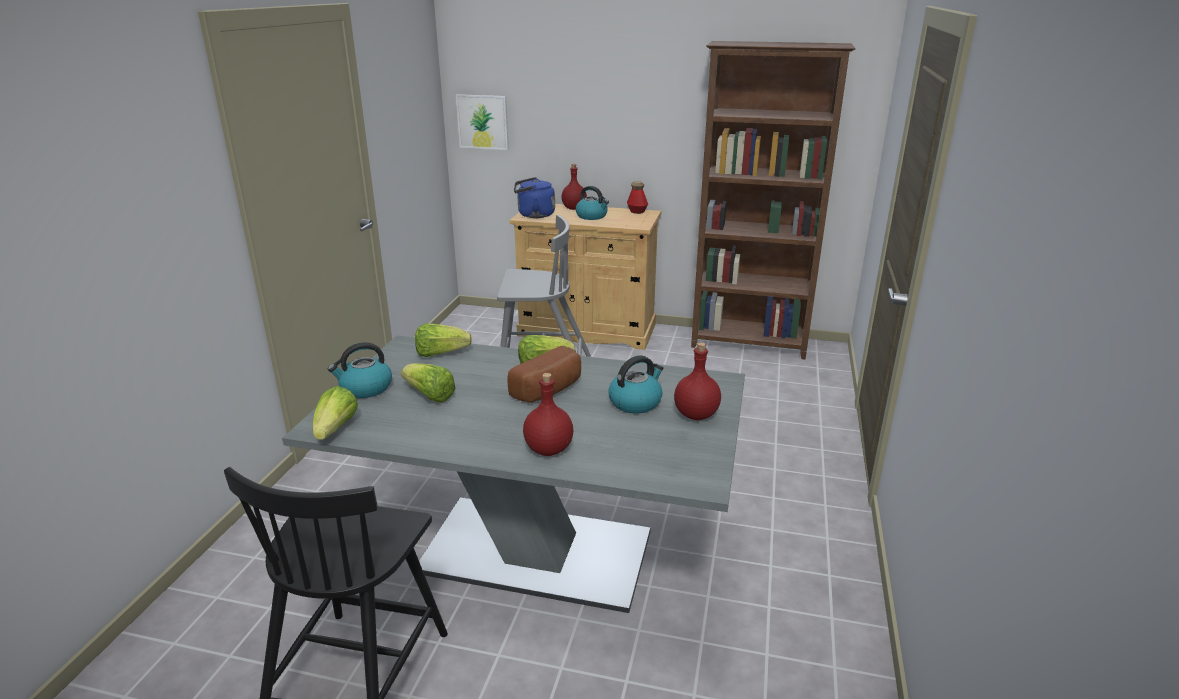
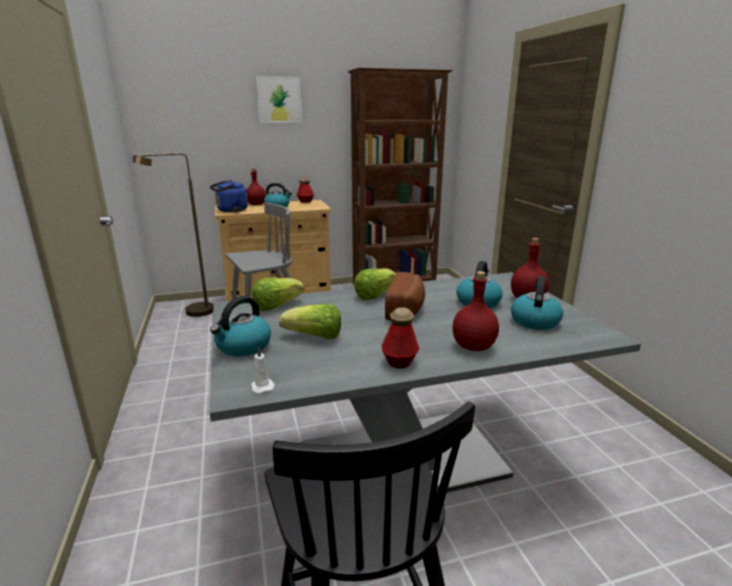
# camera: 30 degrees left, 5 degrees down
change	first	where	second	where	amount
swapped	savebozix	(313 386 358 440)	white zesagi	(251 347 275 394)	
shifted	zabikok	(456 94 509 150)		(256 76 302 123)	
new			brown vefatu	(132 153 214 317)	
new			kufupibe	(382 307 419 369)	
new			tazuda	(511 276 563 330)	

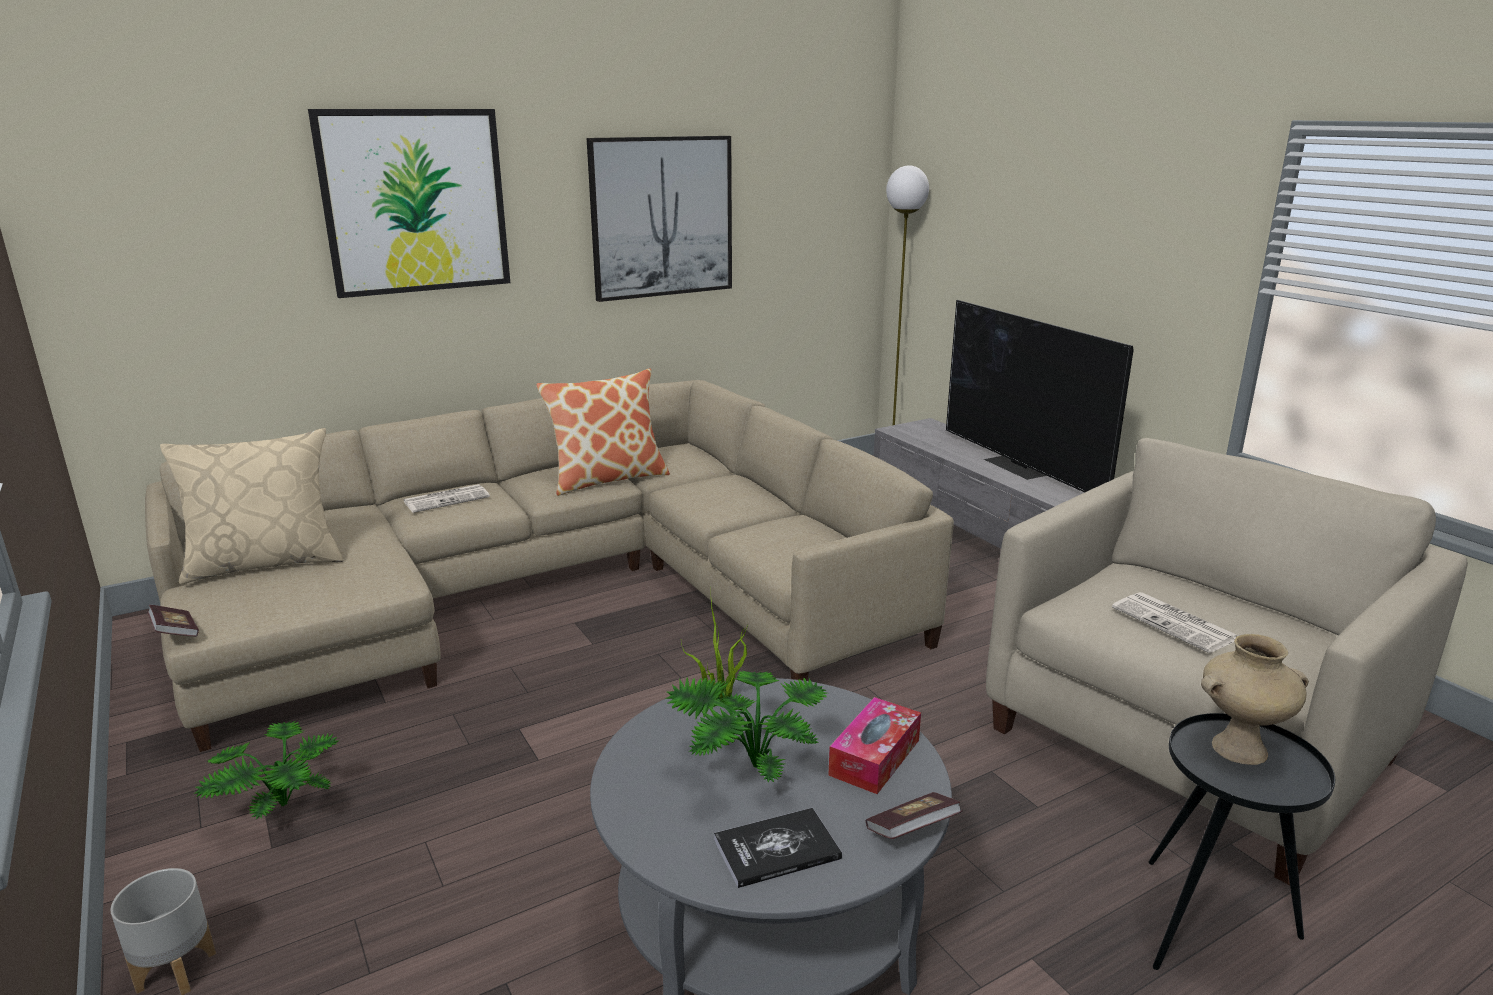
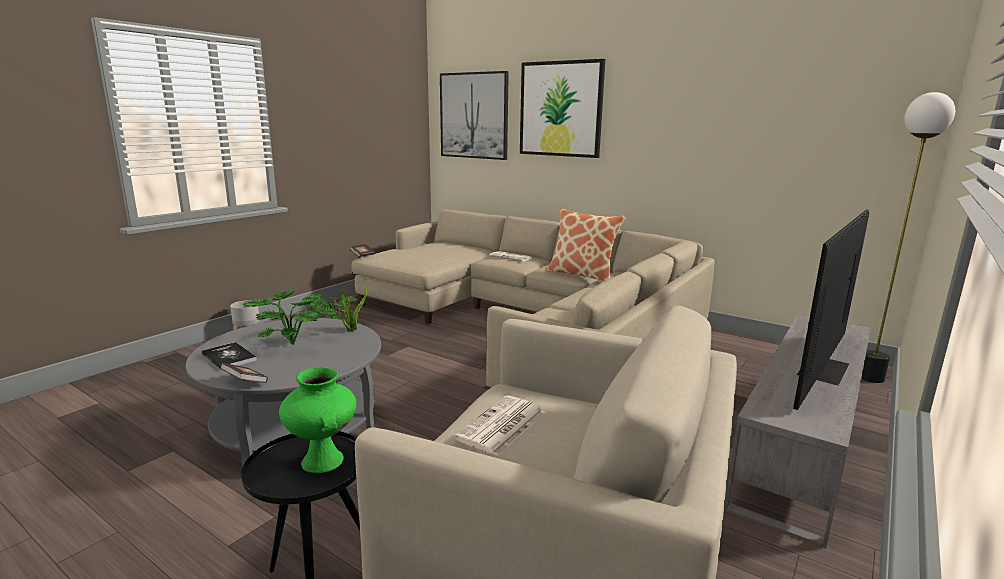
# camera: 65 degrees right, 5 degrees down
change	first	where	second	where	amount
gone	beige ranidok	(160 428 344 584)			
shifted	zabikok	(587 136 732 302)		(440 71 509 160)	
gone	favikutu	(828 697 921 794)			
repainted	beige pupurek	(1201 634 1309 765)	green pupurek	(279 367 357 473)	

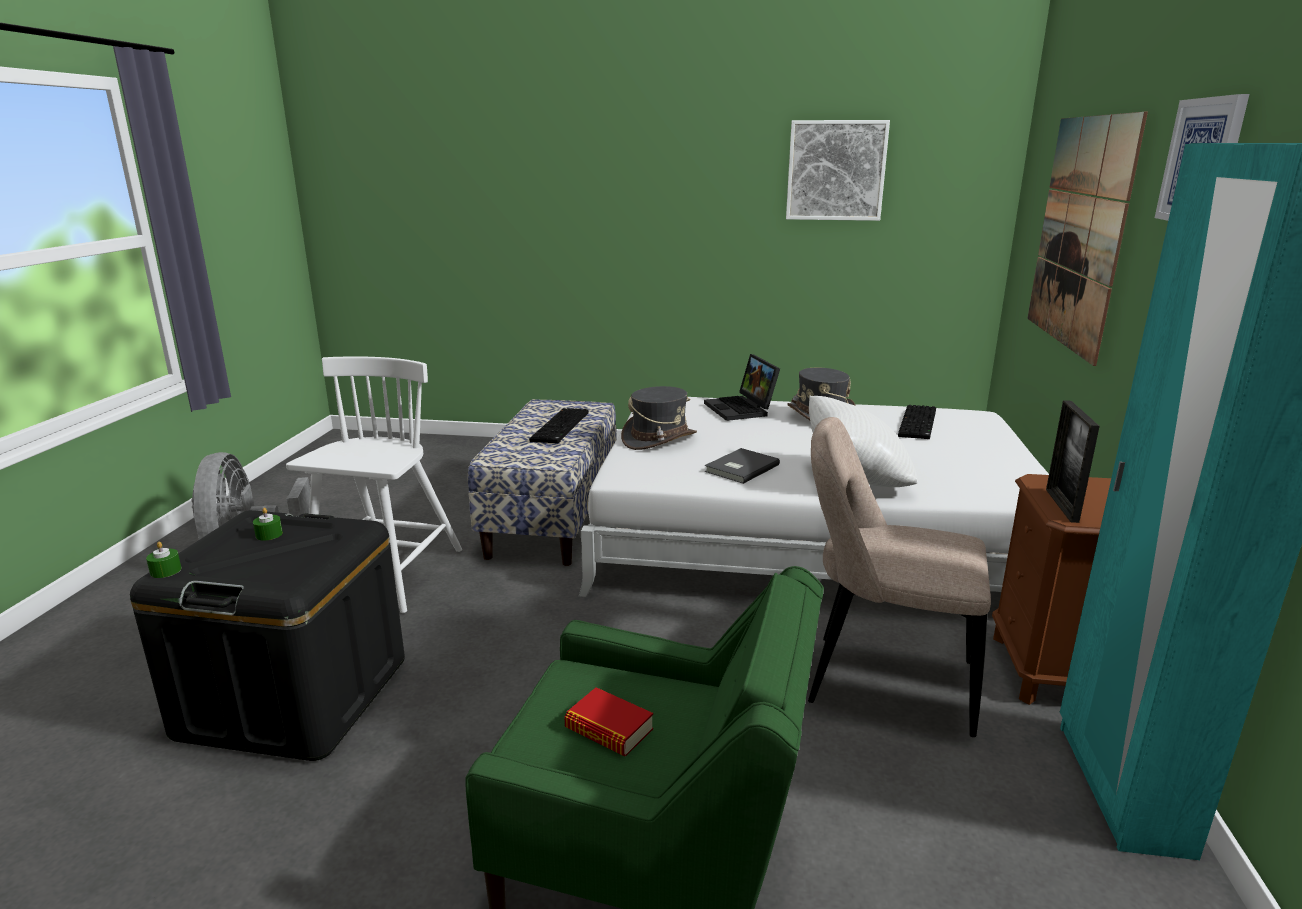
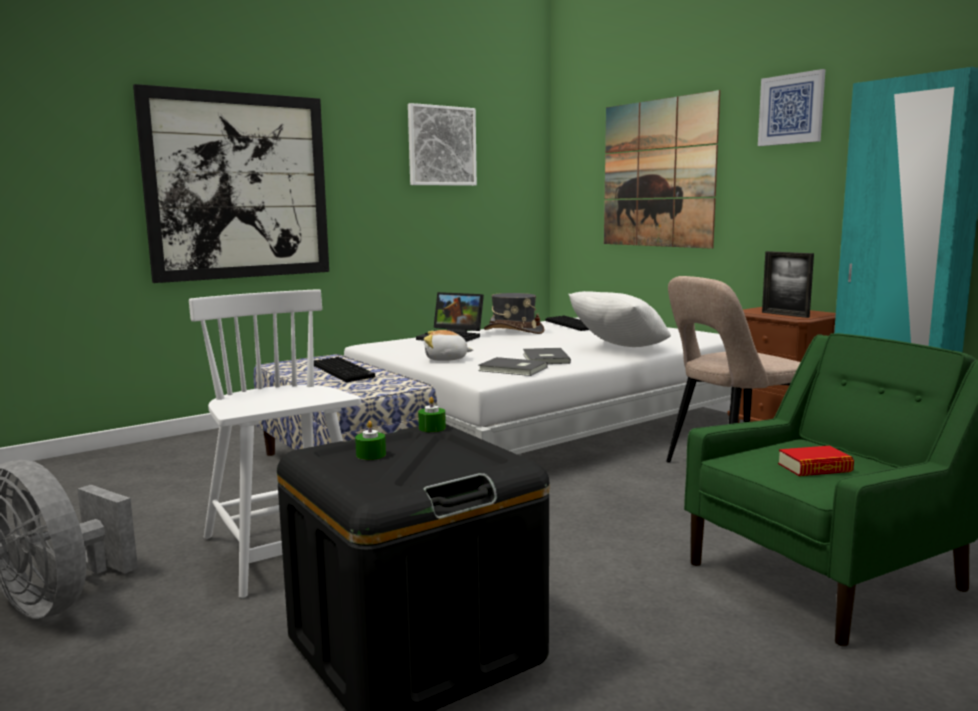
# camera: 45 degrees left, 10 degrees down
change	first	where	second	where	amount
shifted	green zesagi	(146 541 181 578)		(418 397 446 432)	
swapped	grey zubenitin	(621 386 697 450)	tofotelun	(424 330 474 361)	
new			zabikok	(133 84 329 283)	
new			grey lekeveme	(478 357 548 376)	

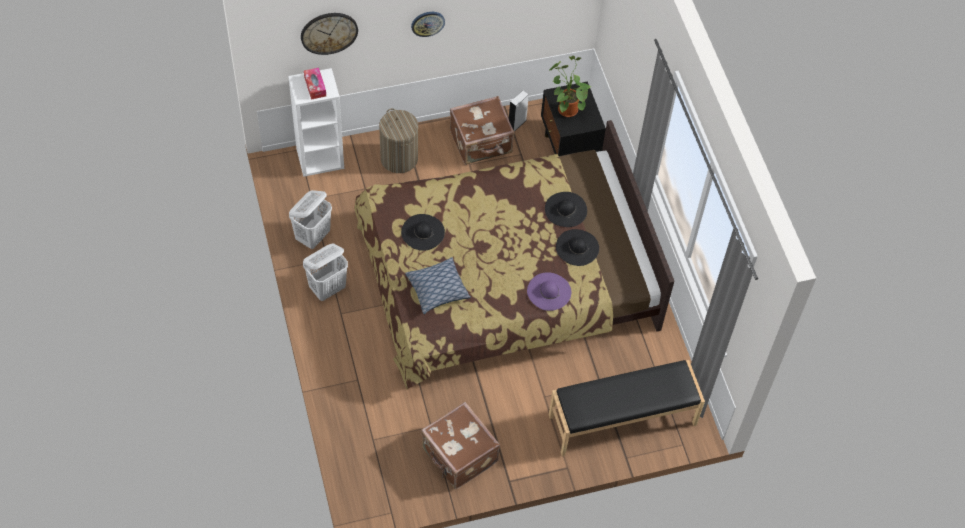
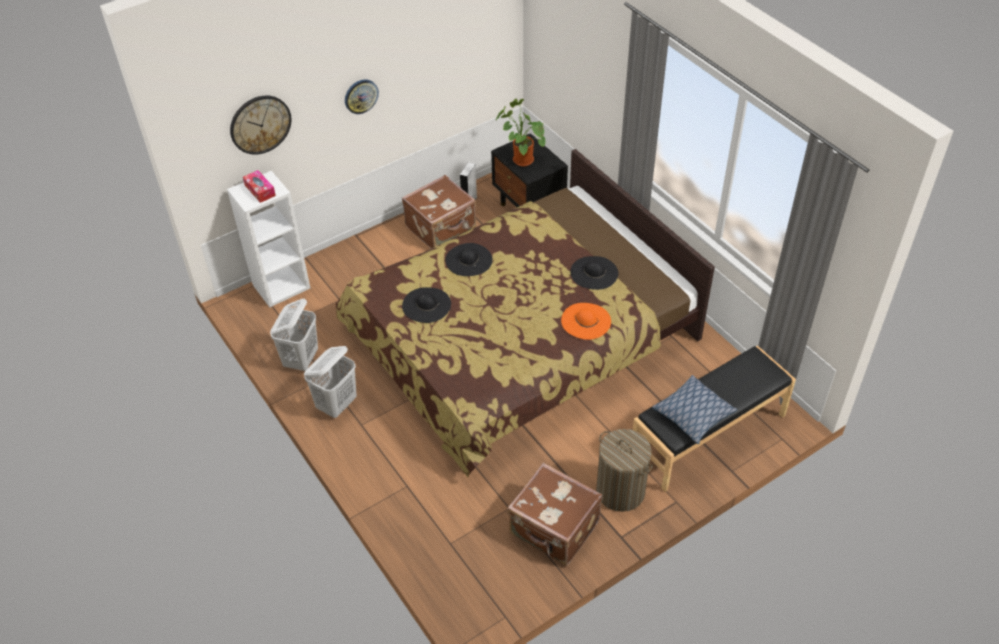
# camera: 15 degrees left, 10 degrees down
change	first	where	second	where	amount
shifted	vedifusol	(379 109 418 173)		(596 429 653 512)	
shifted	ranidok	(405 257 471 314)		(652 375 737 444)	
repainted	purple zubenitin	(527 272 571 311)	orange zubenitin	(561 303 611 340)	
shifted	black zubenitin	(545 192 587 227)		(445 243 493 276)	

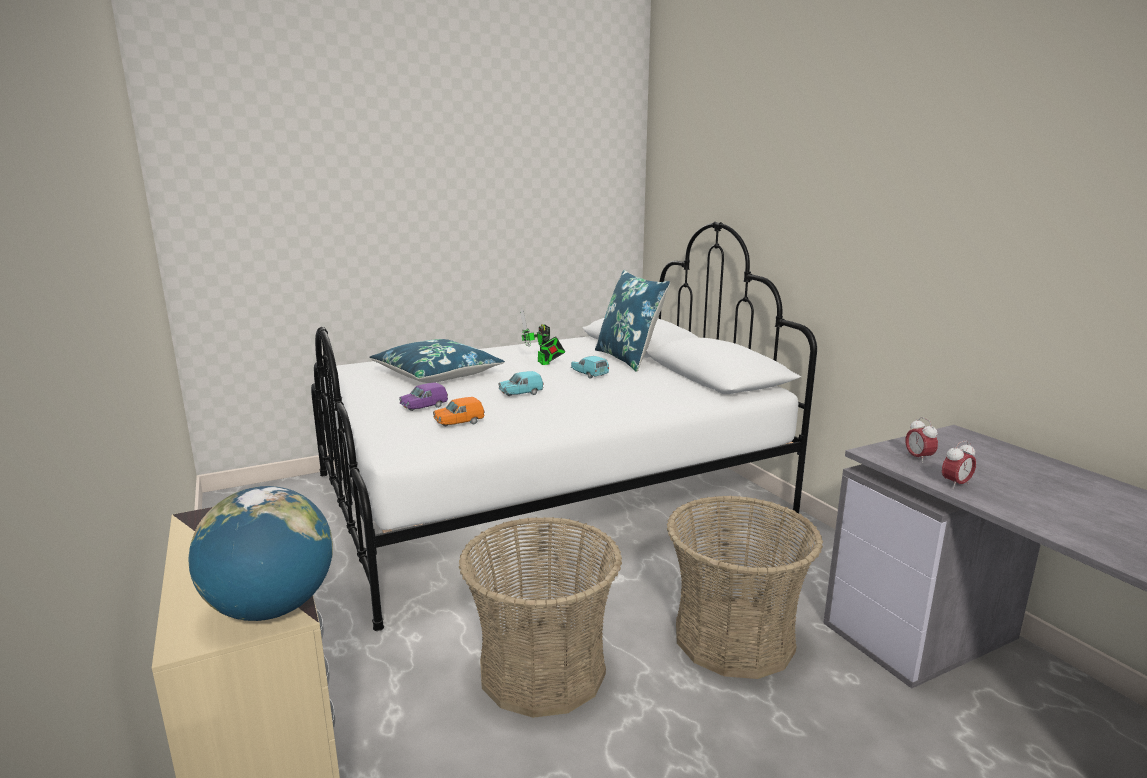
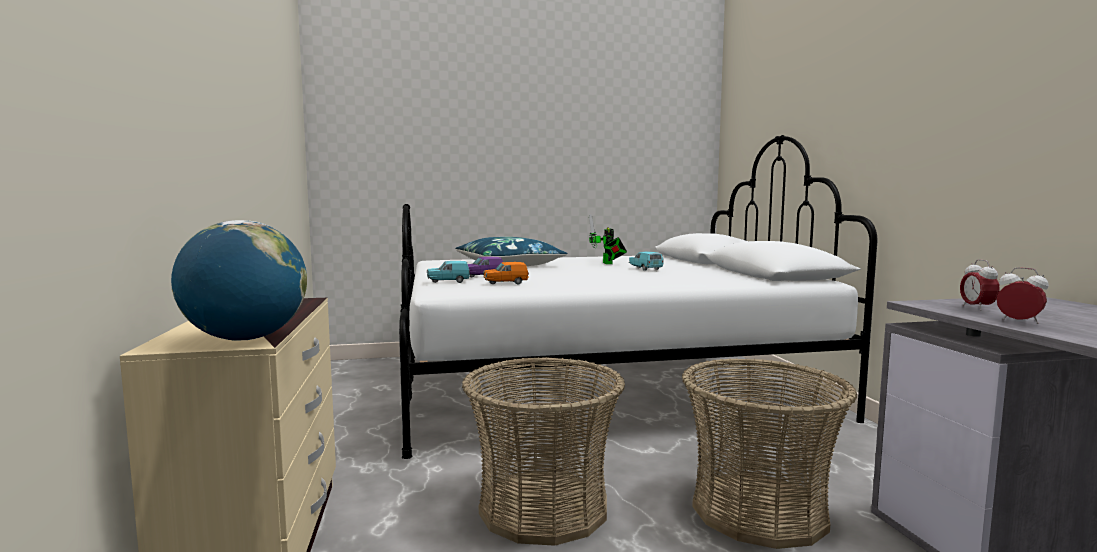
# camera: 15 degrees right, 10 degrees down
change	first	where	second	where	amount
shifted	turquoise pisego	(498 371 544 396)		(427 261 470 283)	
gone	blue ranidok	(595 270 670 372)			
rotated	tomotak	(942 441 976 489)		(997 267 1049 324)	120 degrees counterclockwise

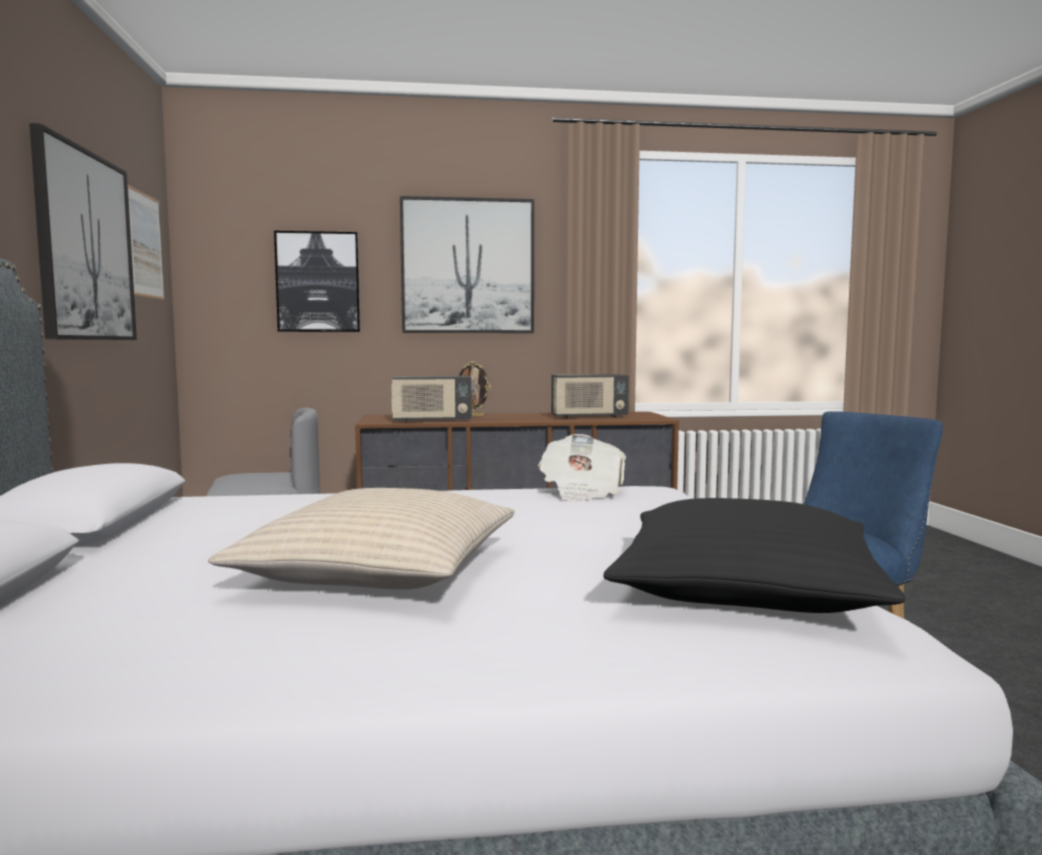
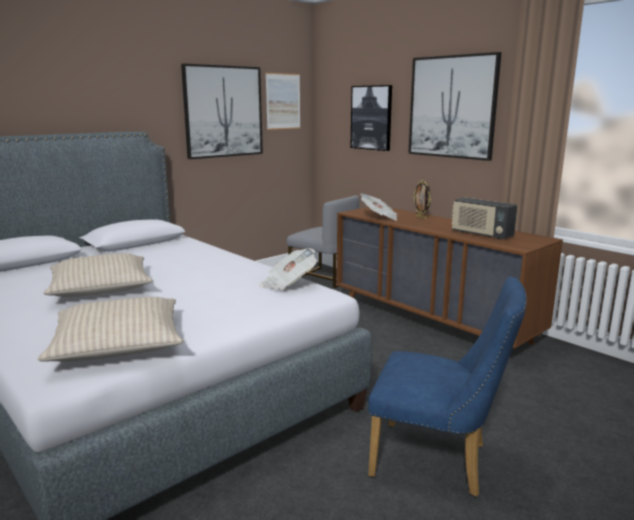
# camera: 55 degrees right, 10 degrees up
change	first	where	second	where	amount
swapped	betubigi	(391 376 472 422)	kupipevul	(360 193 397 221)	
repainted	black ranidok	(603 498 905 613)	beige ranidok	(38 297 184 362)	

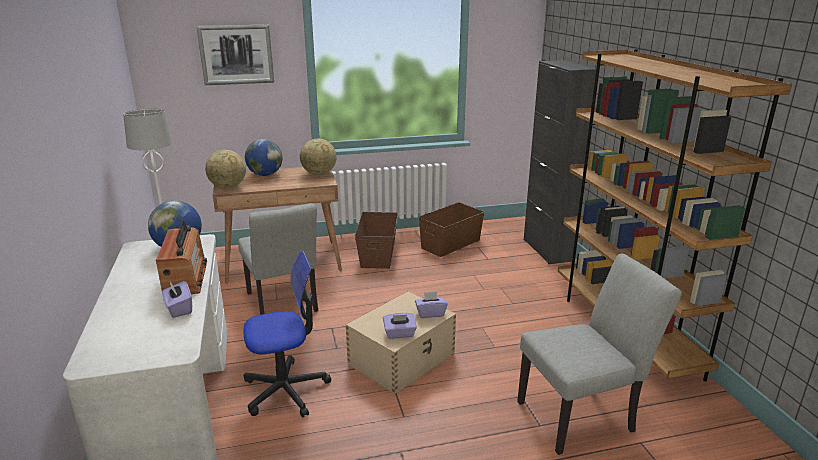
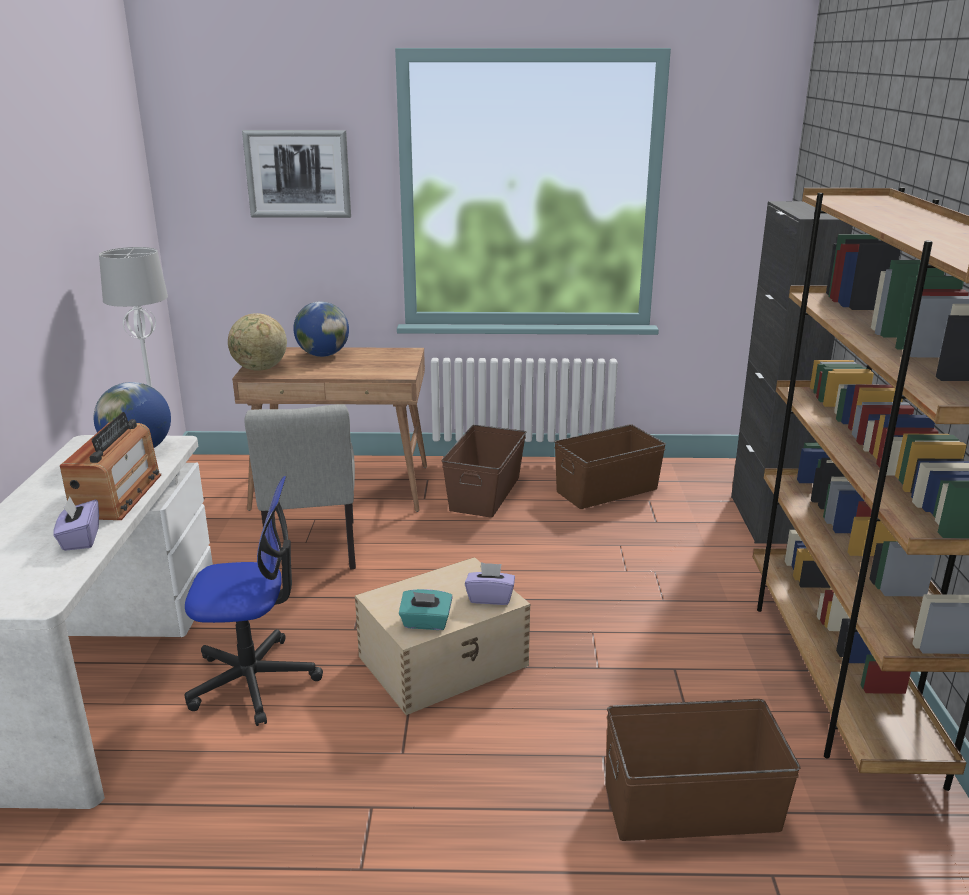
# camera: 15 degrees right, 0 degrees up
change	first	where	second	where	amount
gone	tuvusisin	(300 139 337 175)			
repainted	purple favikutu	(383 313 417 339)	turquoise favikutu	(399 589 453 630)	
swapped	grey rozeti	(517 254 682 455)	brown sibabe	(605 699 801 841)	

